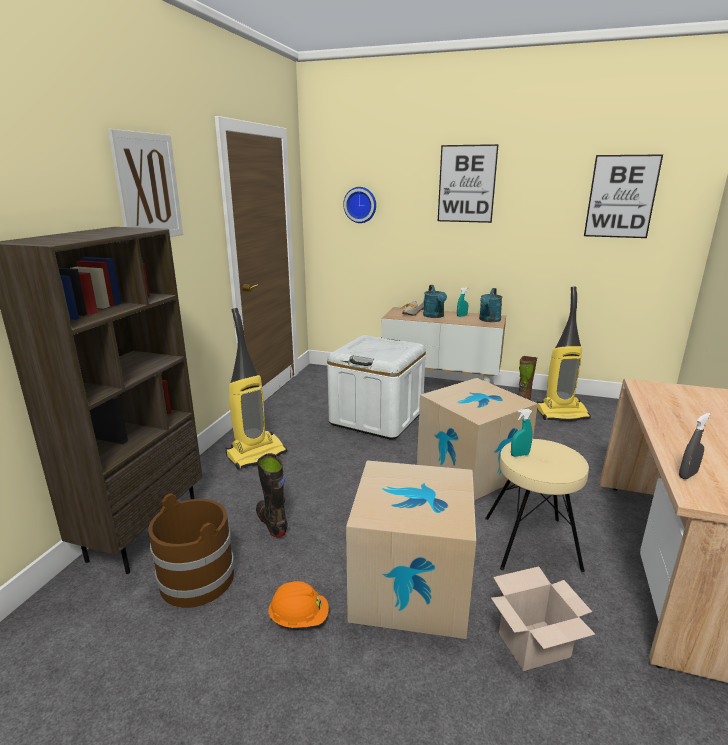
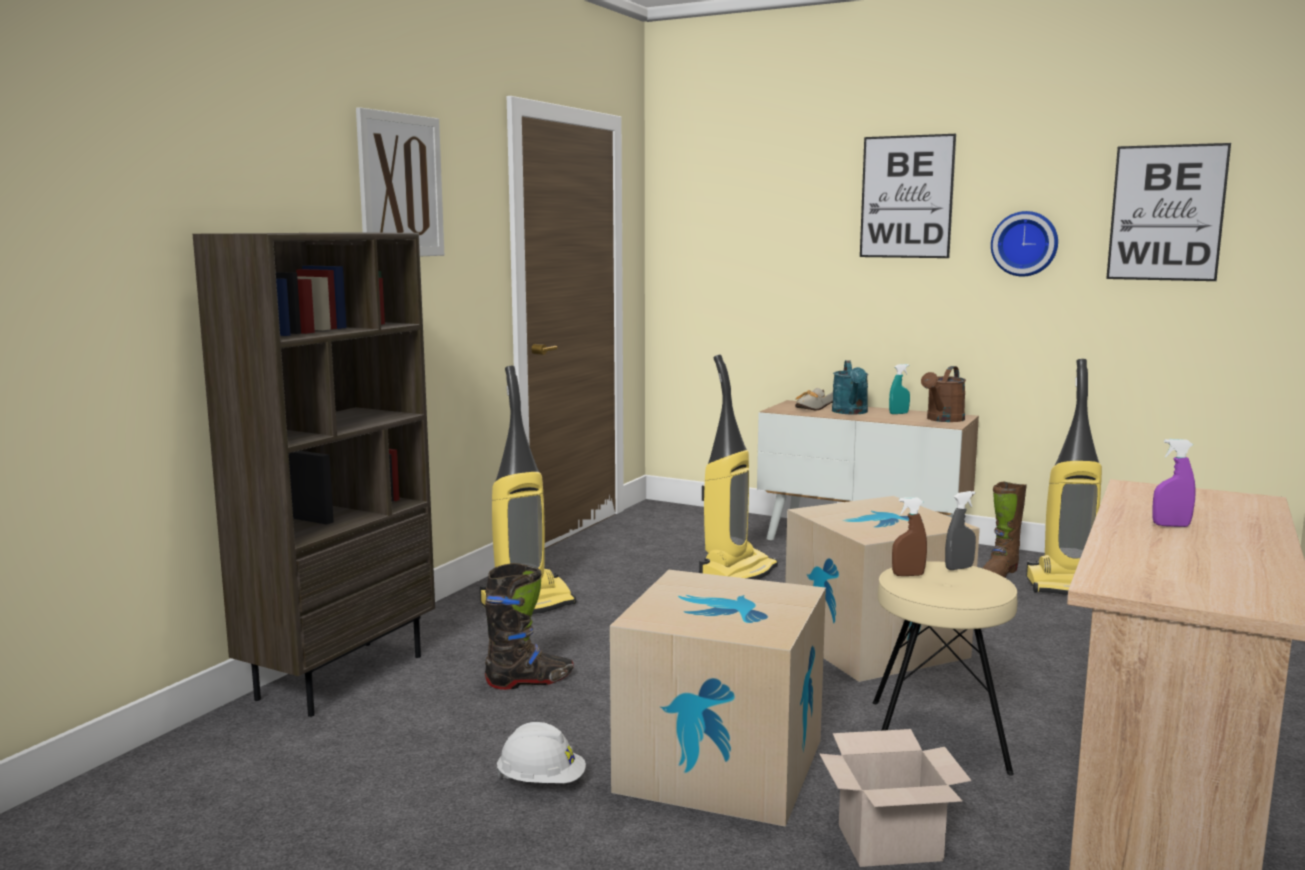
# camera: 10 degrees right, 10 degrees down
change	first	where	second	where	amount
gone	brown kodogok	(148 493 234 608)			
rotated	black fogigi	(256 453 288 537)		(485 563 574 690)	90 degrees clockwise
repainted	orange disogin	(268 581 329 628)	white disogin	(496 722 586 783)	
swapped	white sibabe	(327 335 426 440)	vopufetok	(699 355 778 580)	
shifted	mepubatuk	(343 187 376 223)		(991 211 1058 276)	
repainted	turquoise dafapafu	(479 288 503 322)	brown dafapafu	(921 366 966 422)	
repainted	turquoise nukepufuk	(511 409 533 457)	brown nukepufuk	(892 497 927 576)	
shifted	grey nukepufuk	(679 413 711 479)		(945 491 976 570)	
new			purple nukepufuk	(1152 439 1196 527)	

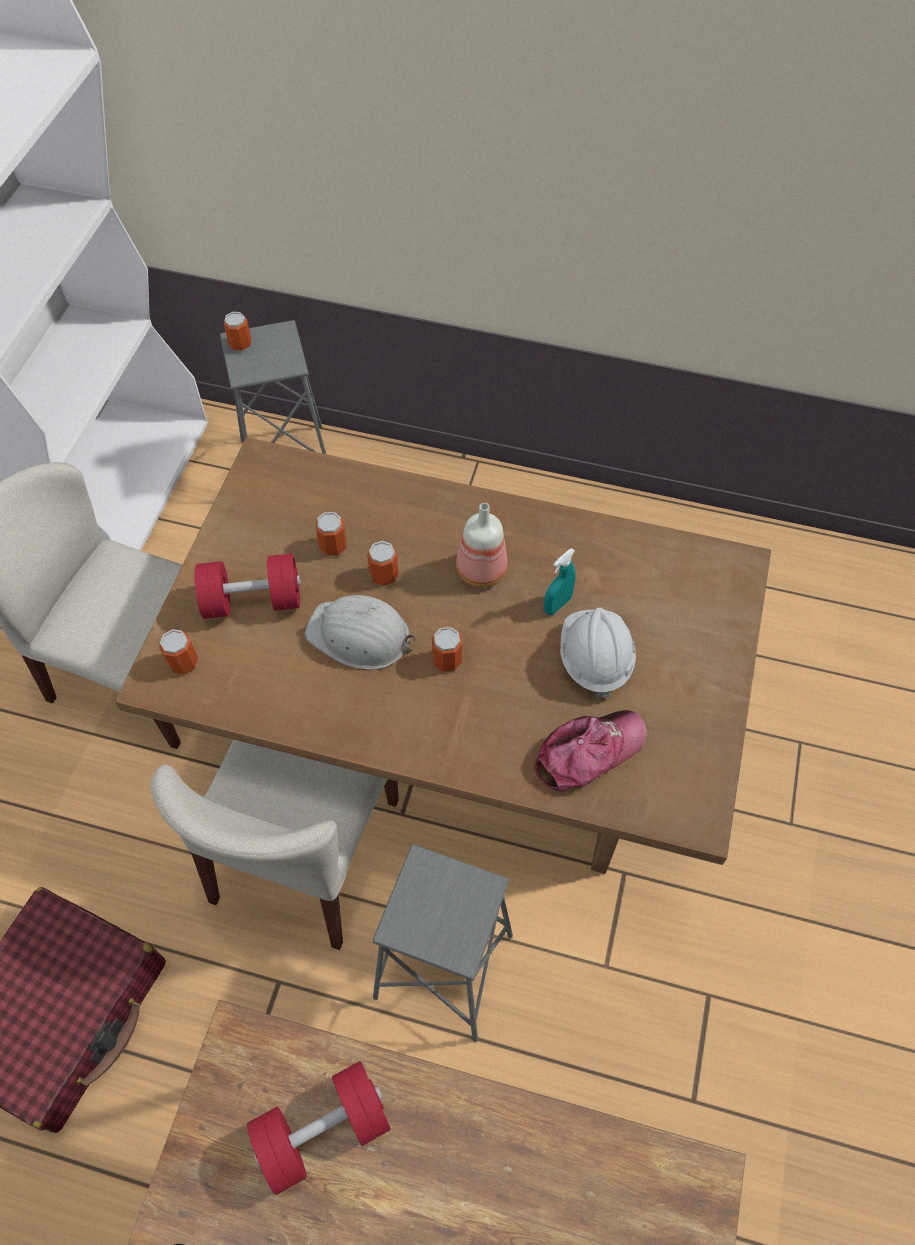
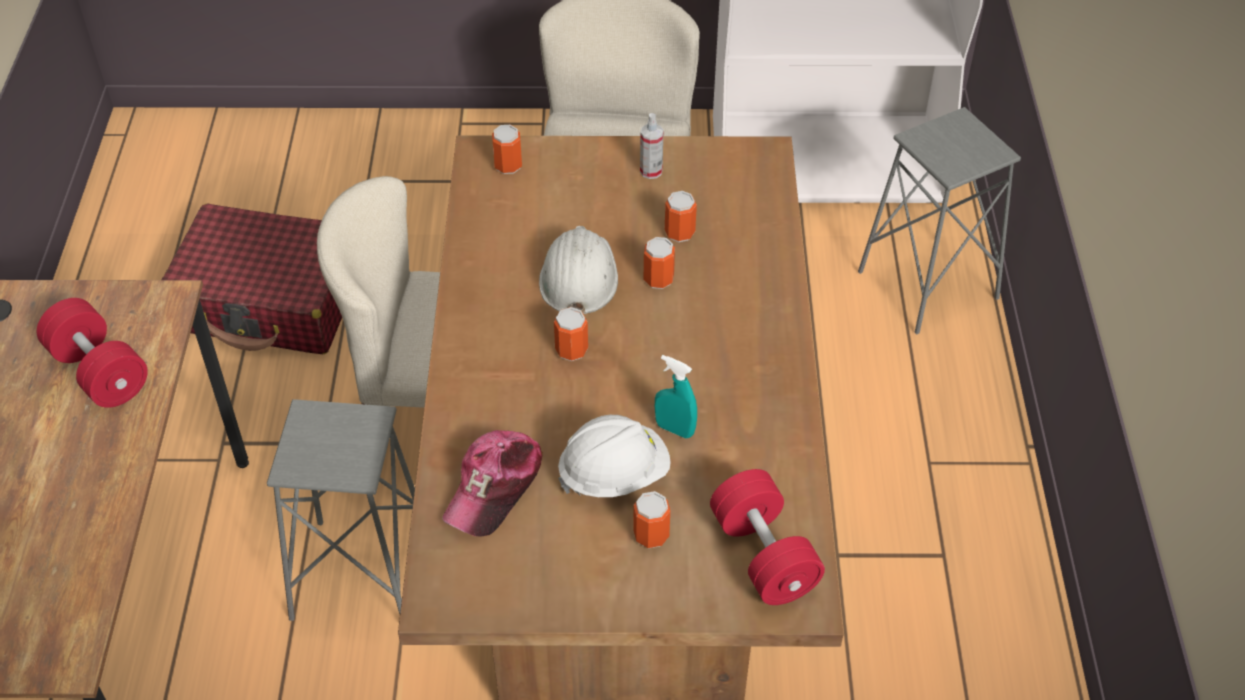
# camera: 75 degrees right, 10 degrees down
change	first	where	second	where	amount
shifted	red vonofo	(194 553 301 619)		(710 469 825 605)	
shifted	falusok	(224 312 252 351)		(633 491 670 549)	
gone	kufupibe	(456 503 508 588)			
rotated	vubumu	(534 710 647 792)		(442 430 543 537)	75 degrees clockwise
new			nukepufuk	(640 113 664 179)	

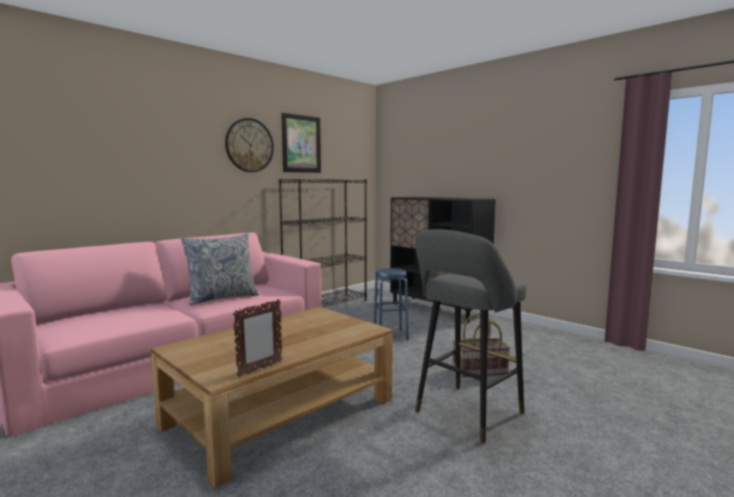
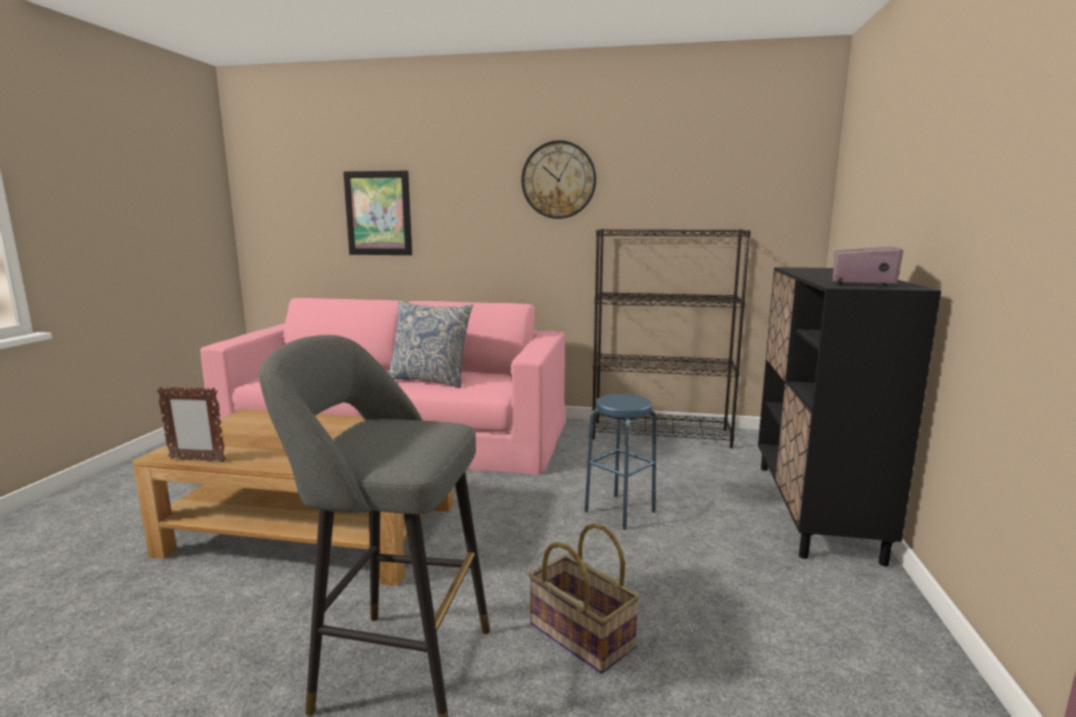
# camera: 55 degrees right, 5 degrees up
change	first	where	second	where	amount
shifted	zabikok	(281 113 321 173)		(343 171 412 255)	
new			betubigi	(832 246 903 285)	

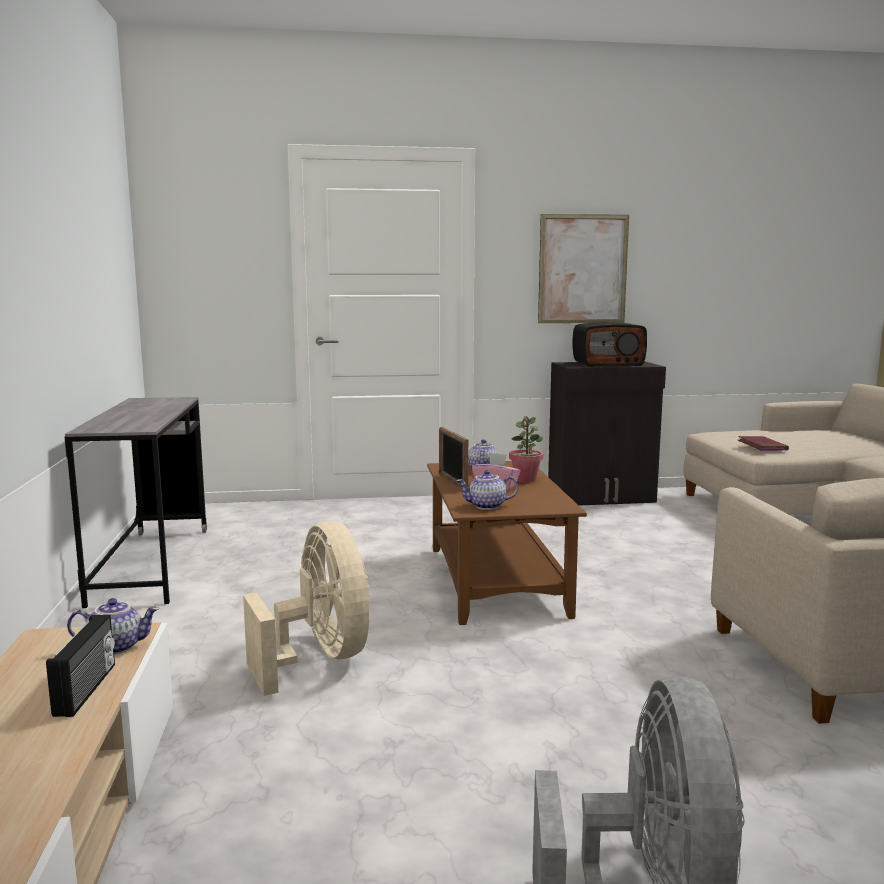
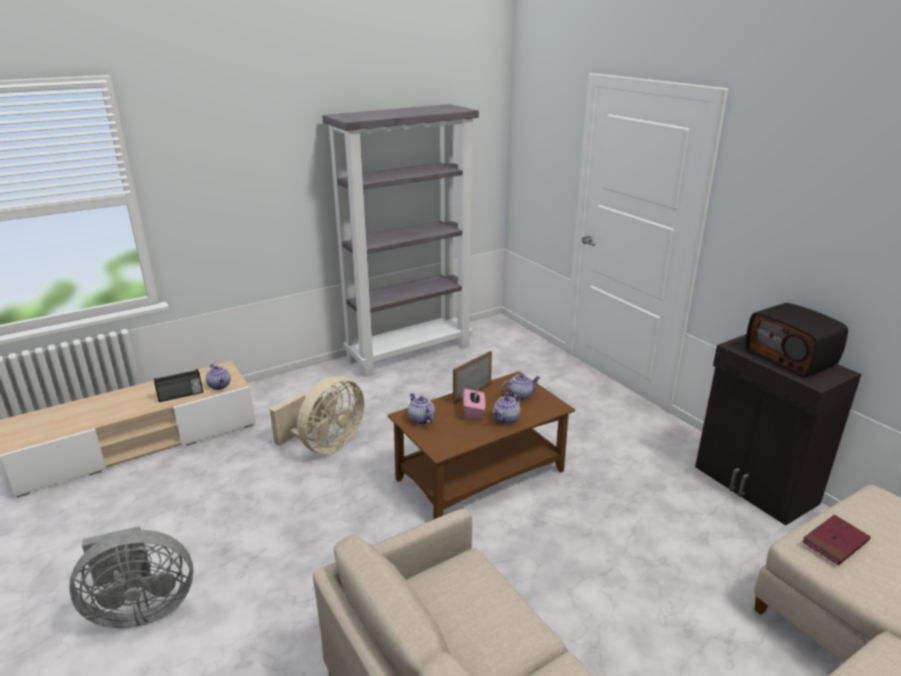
# camera: 65 degrees right, 15 degrees up
change	first	where	second	where	amount
swapped	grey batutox	(65 397 207 608)	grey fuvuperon	(322 104 479 377)	
swapped	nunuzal	(509 416 543 483)	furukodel	(493 394 521 424)	
gone	zabikok	(538 214 629 323)			

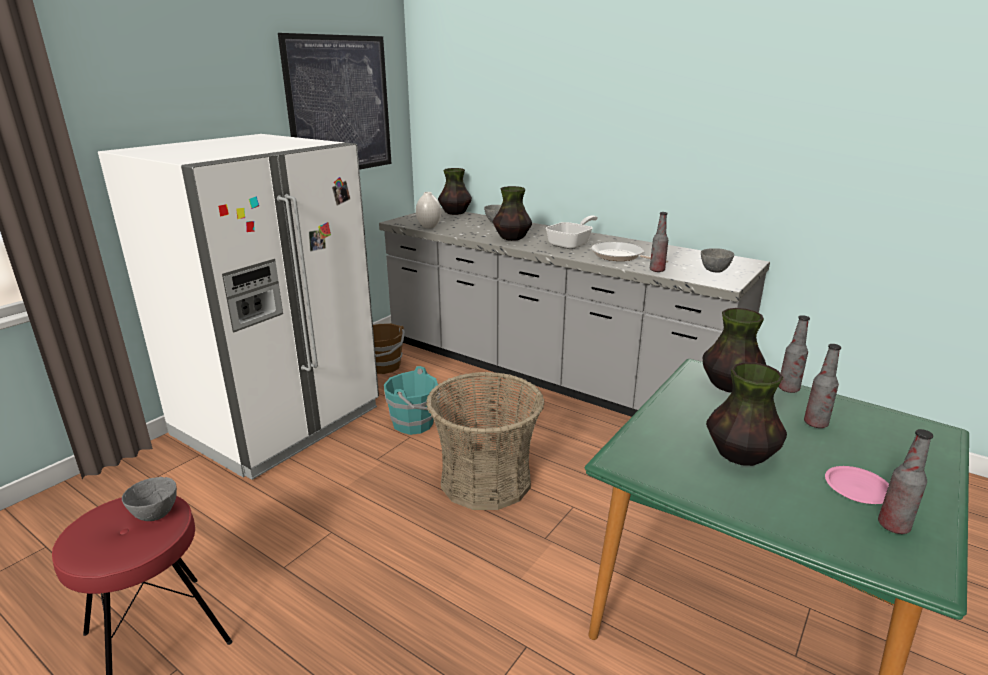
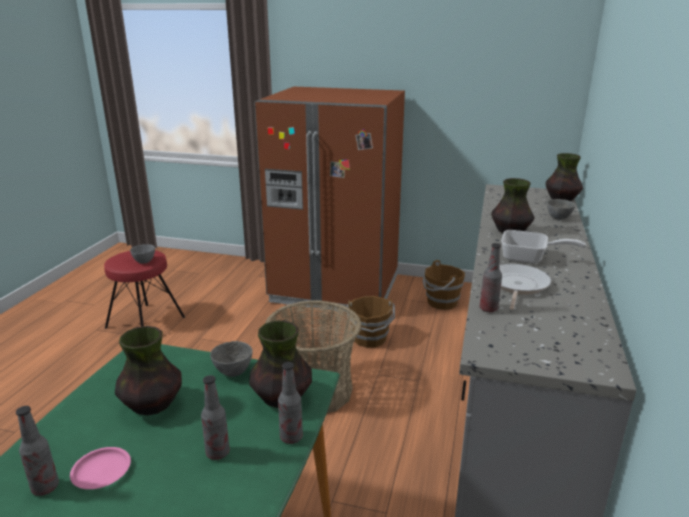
# camera: 70 degrees right, 0 degrees up
change	first	where	second	where	amount
repainted	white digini	(98 134 379 480)	brown digini	(254 87 405 312)	
gone	zabikok	(278 33 392 170)			
repainted	turquoise kodogok	(384 366 441 435)	brown kodogok	(346 296 395 348)	
gone	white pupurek	(416 192 441 228)			
shifted	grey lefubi	(701 248 734 273)		(210 341 253 377)	

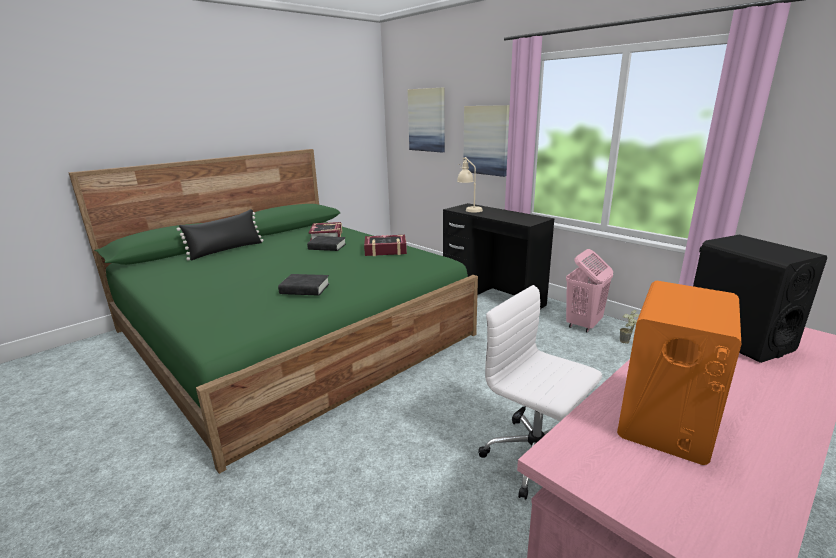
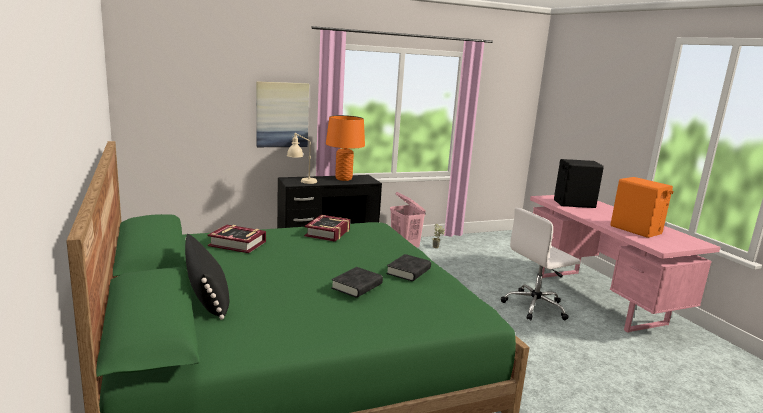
# camera: 70 degrees left, 5 degrees down
change	first	where	second	where	amount
shifted	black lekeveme	(307 236 346 251)		(331 267 383 298)	
gone	zabikok	(408 88 445 152)			
new			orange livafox	(326 115 365 181)	

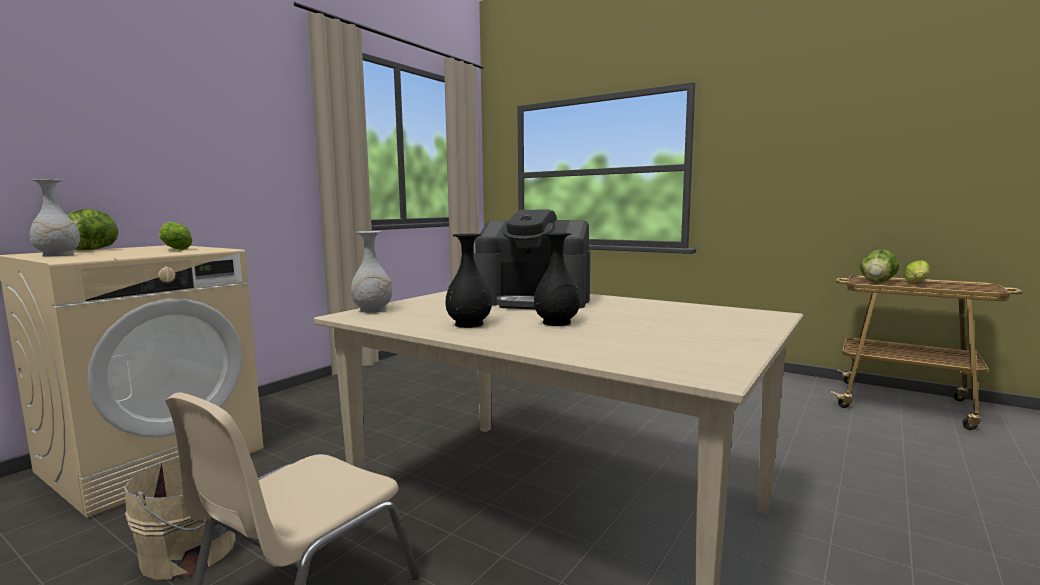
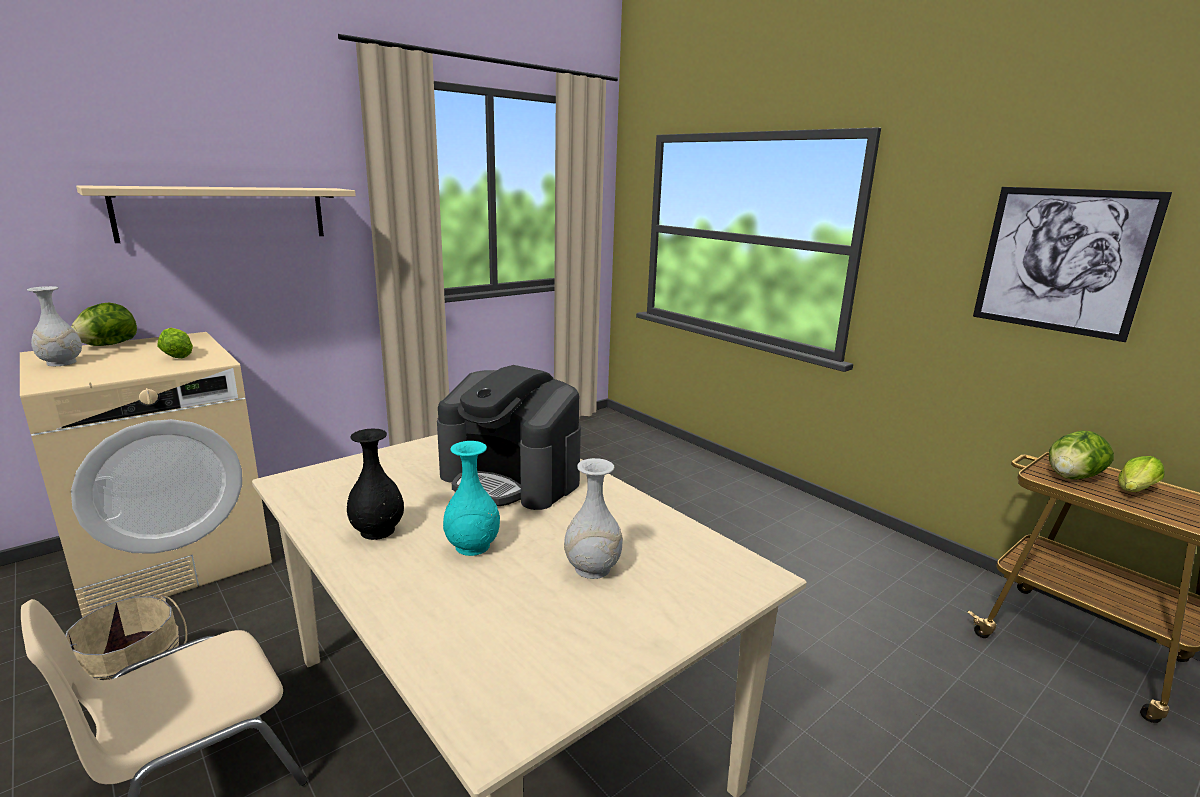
# camera: 15 degrees right, 10 degrees up
change	first	where	second	where	amount
shifted	white pupurek	(351 231 392 313)		(564 458 623 579)	
repainted	black pupurek	(534 233 580 326)	turquoise pupurek	(443 441 500 556)	
new			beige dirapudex	(76 185 356 243)	
new			zabikok	(973 187 1172 342)	

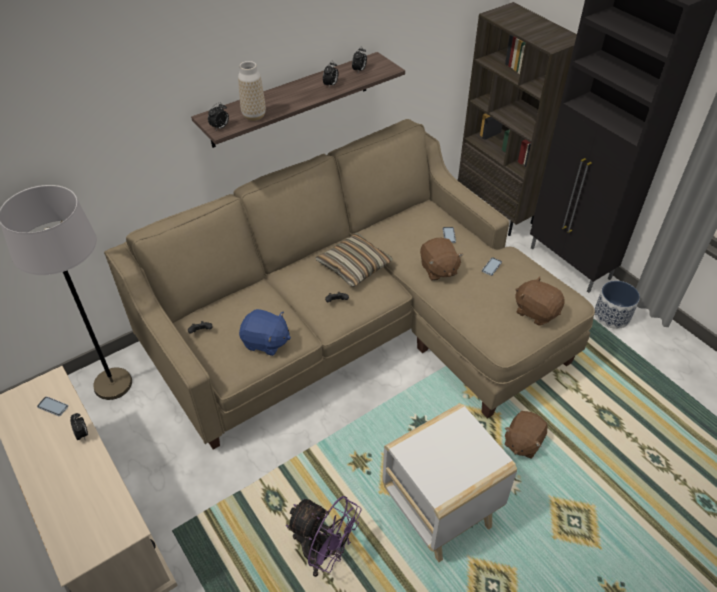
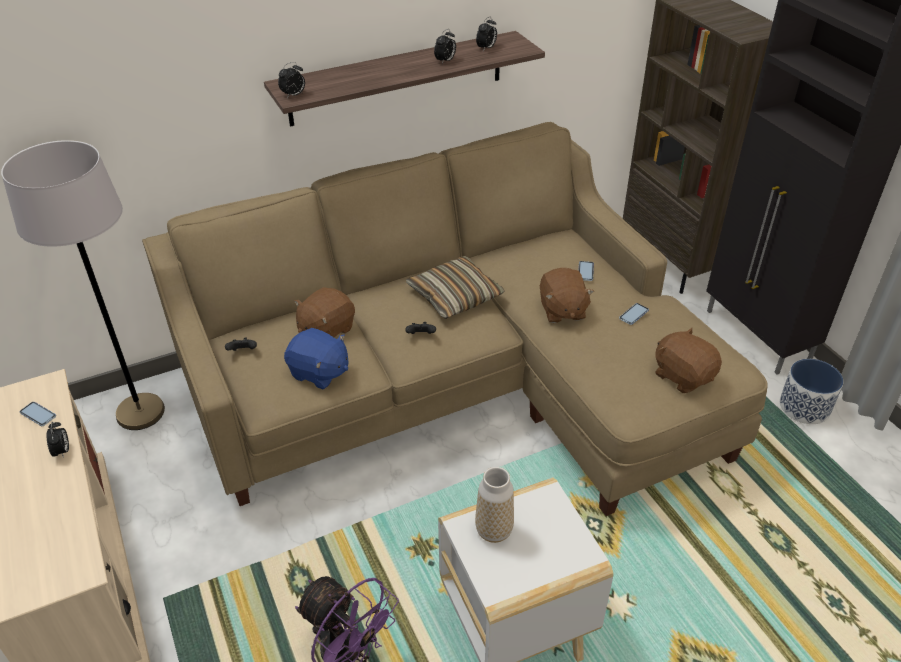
# camera: 10 degrees right, 5 degrees down
change	first	where	second	where	amount
shifted	pupurek	(238 61 266 121)		(475 467 514 543)	
shifted	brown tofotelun	(505 411 548 459)		(294 287 355 337)	

